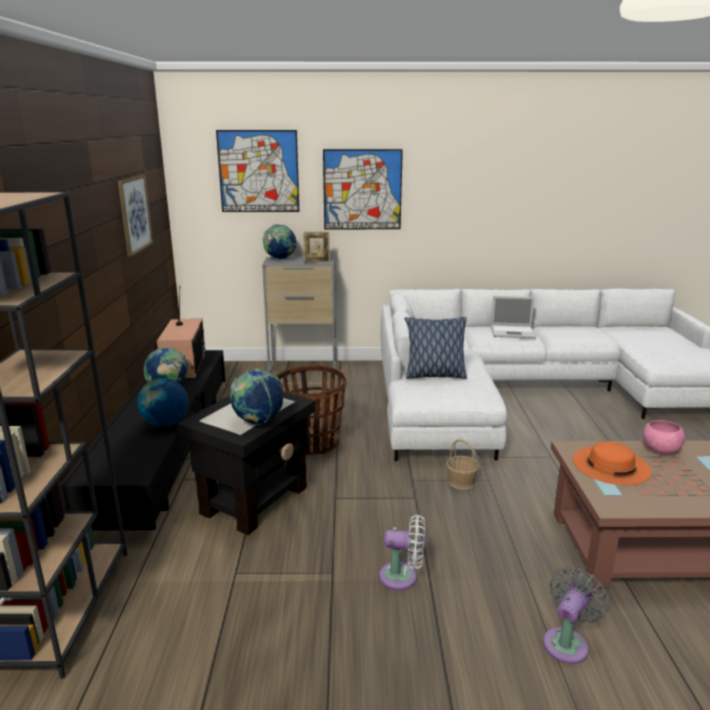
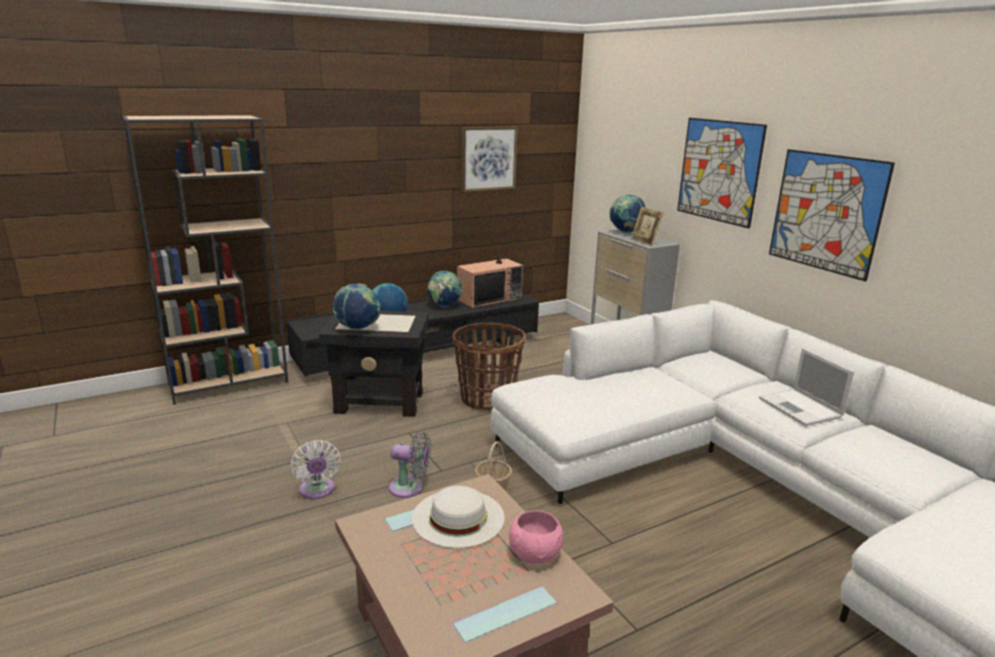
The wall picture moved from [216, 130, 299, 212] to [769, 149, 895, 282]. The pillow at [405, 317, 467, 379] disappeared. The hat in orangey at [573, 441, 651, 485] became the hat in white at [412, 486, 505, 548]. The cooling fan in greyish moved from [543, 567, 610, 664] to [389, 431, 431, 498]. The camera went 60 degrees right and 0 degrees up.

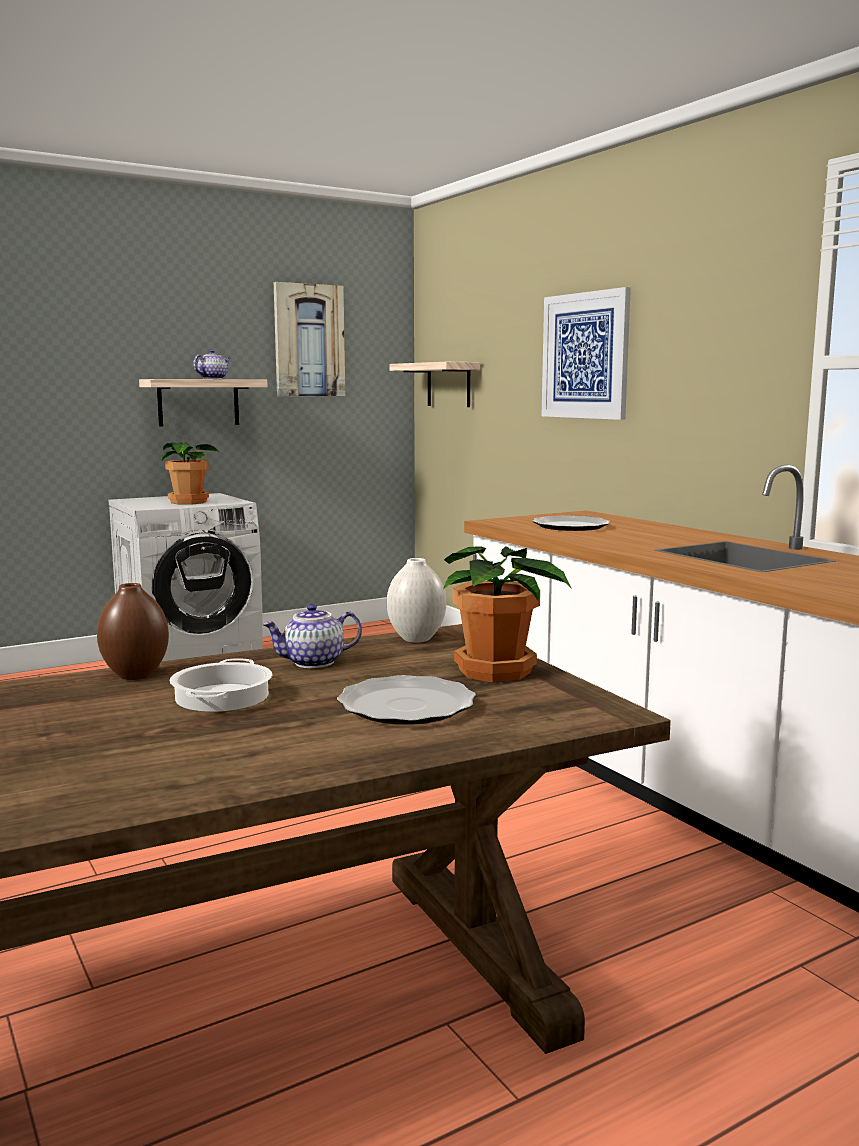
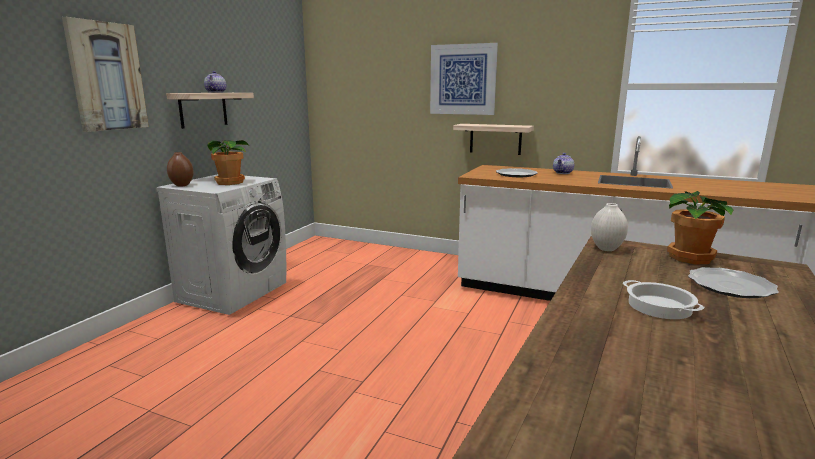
The wall picture moved from [274, 282, 345, 396] to [62, 17, 149, 132]. The bracket shelf moved from [390, 362, 480, 407] to [453, 124, 534, 155]. The decorative vase in brownish moved from [97, 583, 169, 680] to [167, 152, 194, 187]. The tea pot moved from [262, 604, 362, 668] to [553, 153, 574, 174]. The camera went 35 degrees left and 5 degrees up.

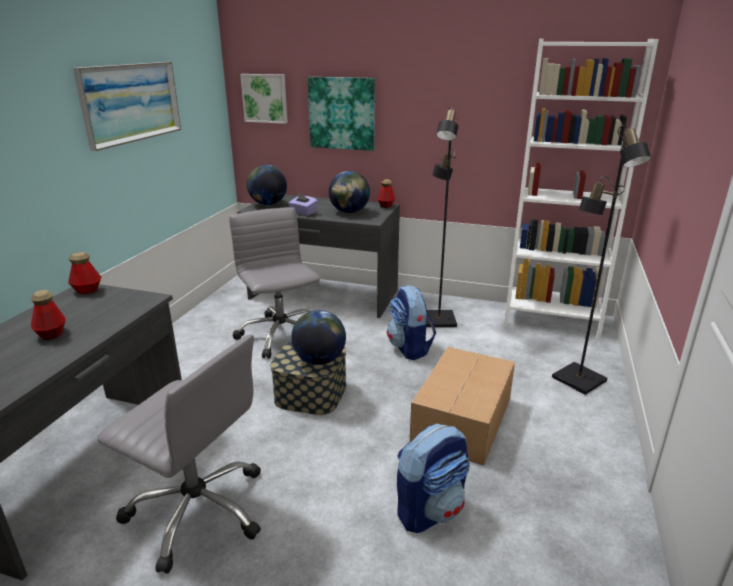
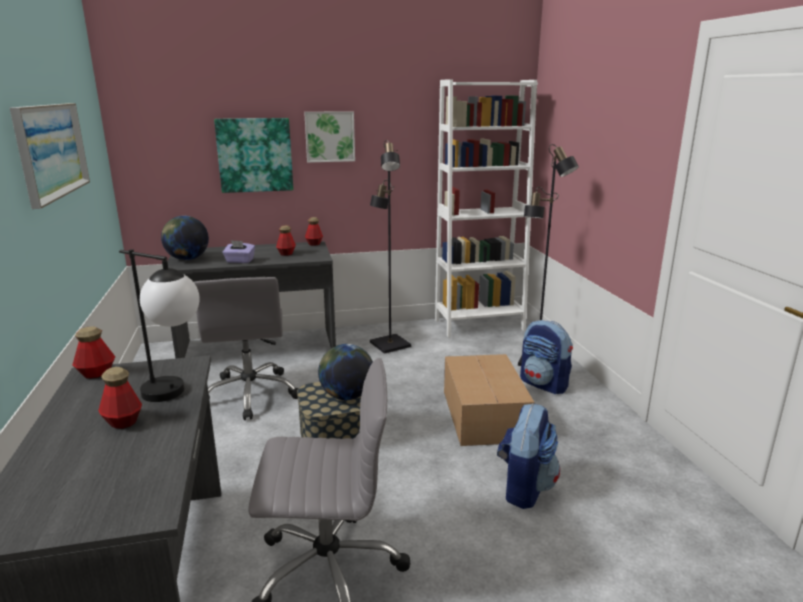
The wall picture moved from [240, 74, 288, 124] to [304, 111, 355, 163]. The desk globe at [329, 171, 370, 213] was replaced by the bottle at [276, 225, 296, 256]. The desk chair in greyish at [229, 207, 320, 359] turned 135 degrees counterclockwise. The knapsack moved from [387, 285, 436, 360] to [520, 320, 573, 394]. The tabletop lamp at [119, 249, 200, 402] appeared. The camera went 30 degrees left and 5 degrees down.

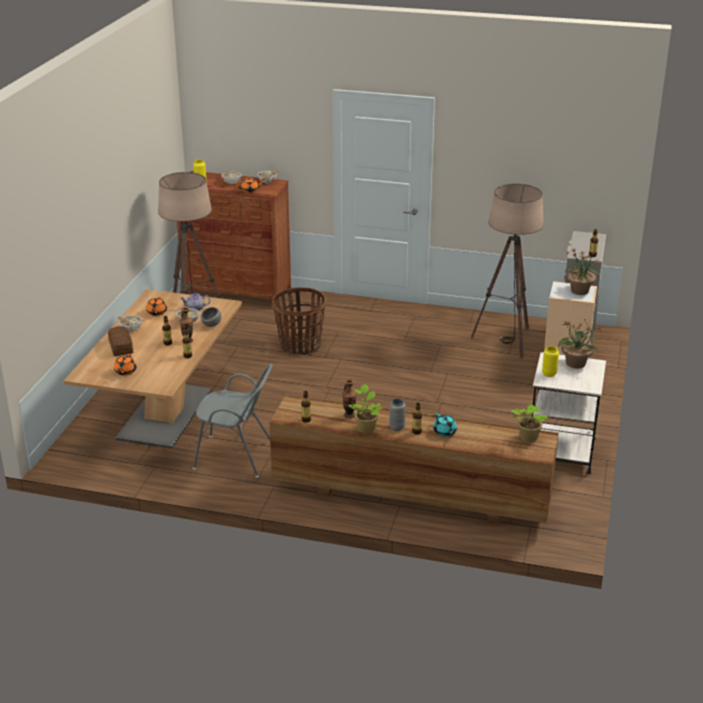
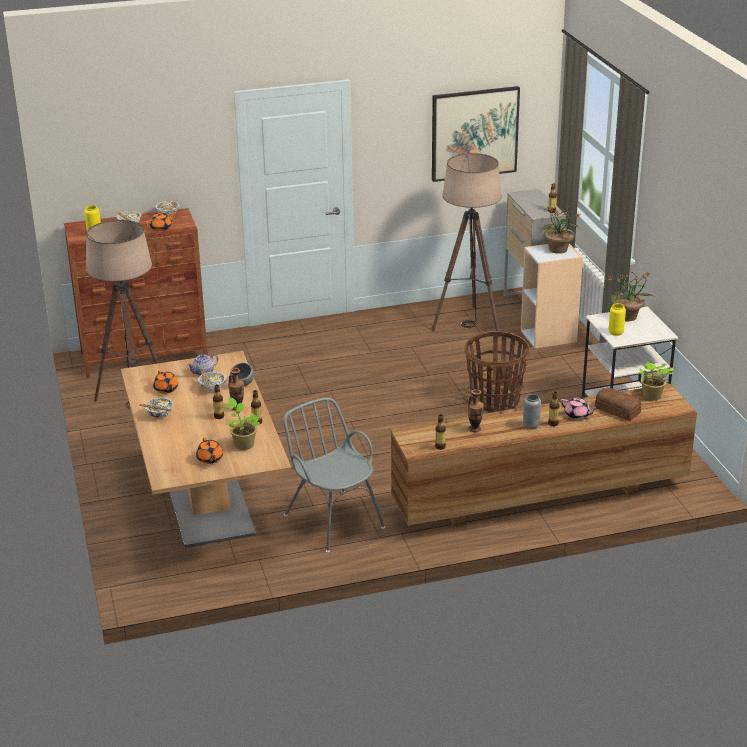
The household basket moved from [272, 287, 326, 355] to [465, 331, 529, 412]. The bread moved from [108, 326, 133, 356] to [595, 388, 641, 421]. The upright chair in greyish at [192, 364, 273, 478] turned 105 degrees counterclockwise. The potted plant moved from [349, 384, 382, 433] to [225, 397, 260, 450]. The tea pot in blue-green at [433, 413, 457, 436] became the tea pot in pinkish at [560, 397, 598, 420]. The wall picture at [432, 86, 520, 182] appeared. The camera went 30 degrees left and 0 degrees up.

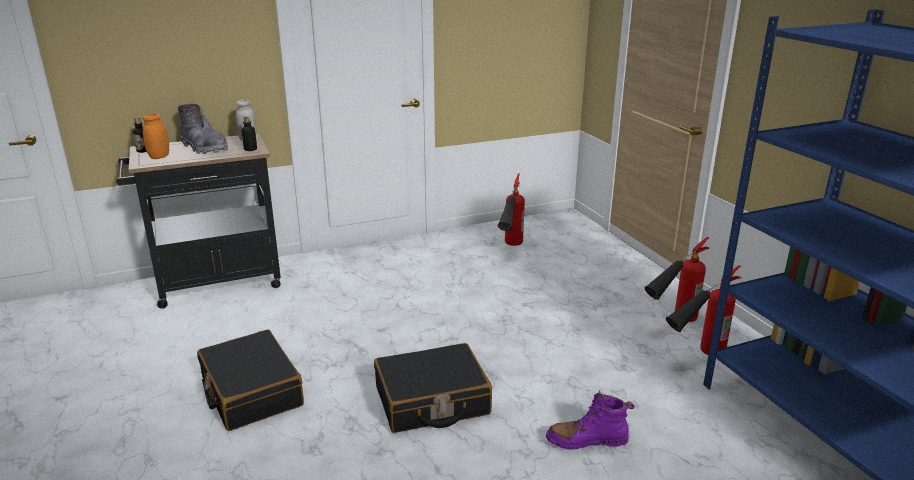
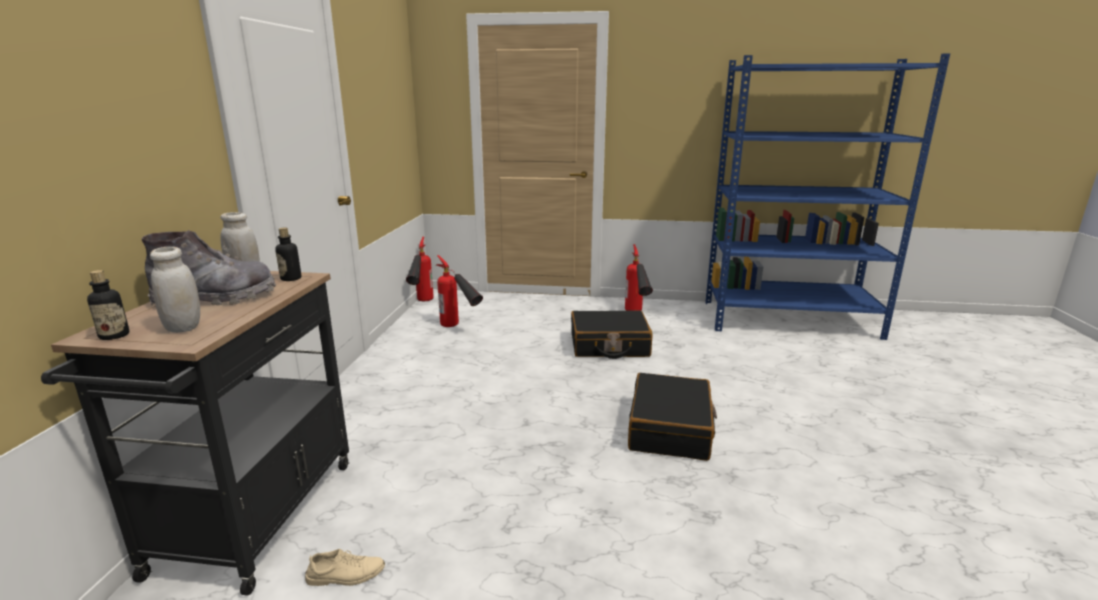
The jar in orangey at [143, 113, 169, 159] became the jar in white at [150, 247, 200, 333]. The extinguisher moved from [666, 265, 742, 355] to [406, 237, 434, 301]. The suitcase in blackish moved from [197, 329, 304, 431] to [571, 311, 653, 359]. The high-top boot in purple-coloured at [546, 391, 635, 450] disappeared. The item of footwear in sand-coloured at [305, 549, 385, 586] appeared. The camera went 60 degrees left and 5 degrees down.

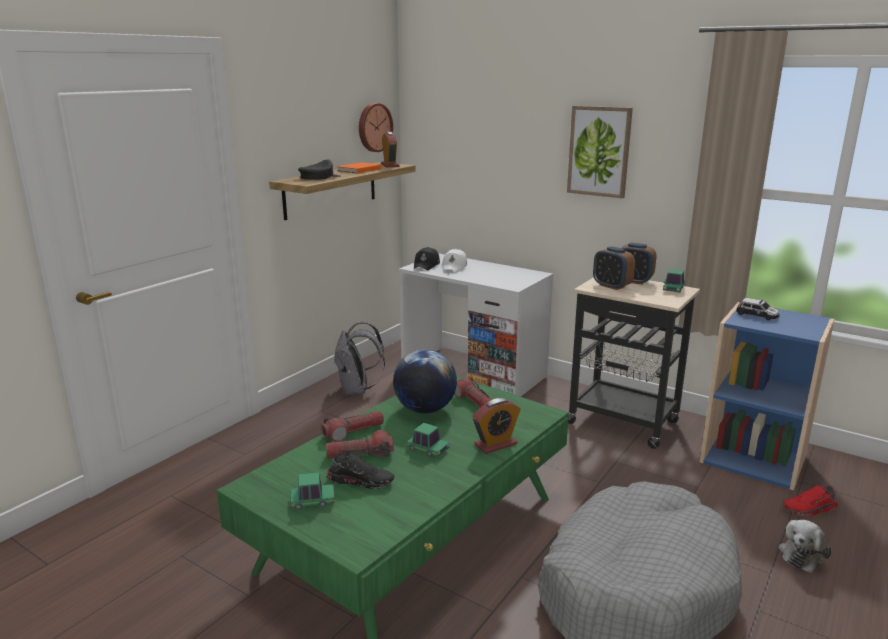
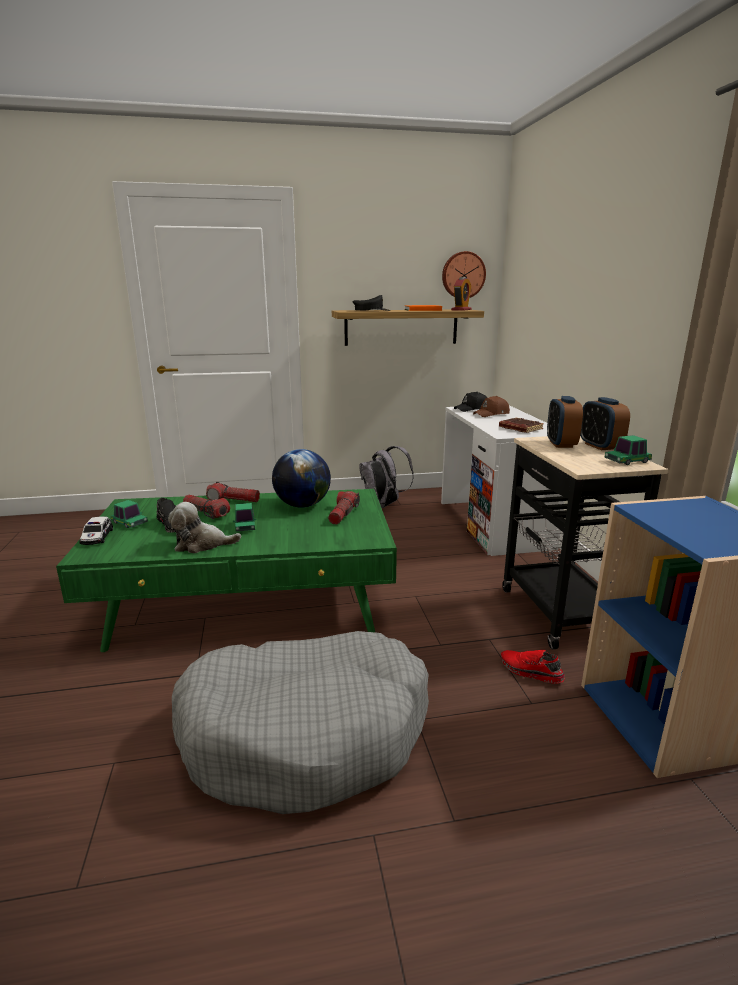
The wall picture at [567, 106, 633, 198] disappeared. The peaked cap in white at [442, 249, 467, 272] became the peaked cap in brownish at [473, 396, 510, 417]. The miniature car moved from [736, 298, 780, 320] to [79, 517, 113, 545]. The alarm clock at [473, 398, 521, 454] disappeared. The item of footwear in red moved from [783, 485, 839, 517] to [501, 650, 565, 684]. The plush toy moved from [779, 520, 832, 573] to [168, 502, 241, 553]. The bound book in brownish at [499, 418, 544, 433] appeared. The camera went 45 degrees right and 0 degrees up.

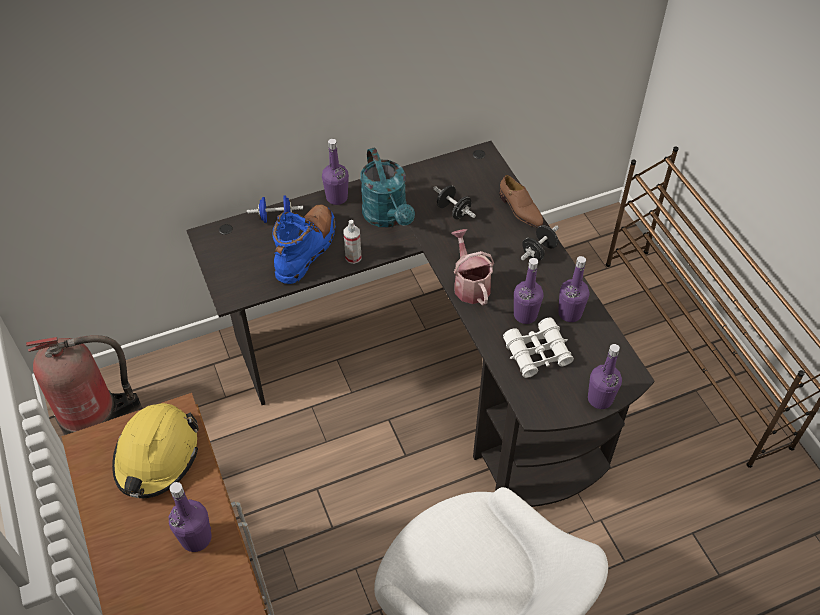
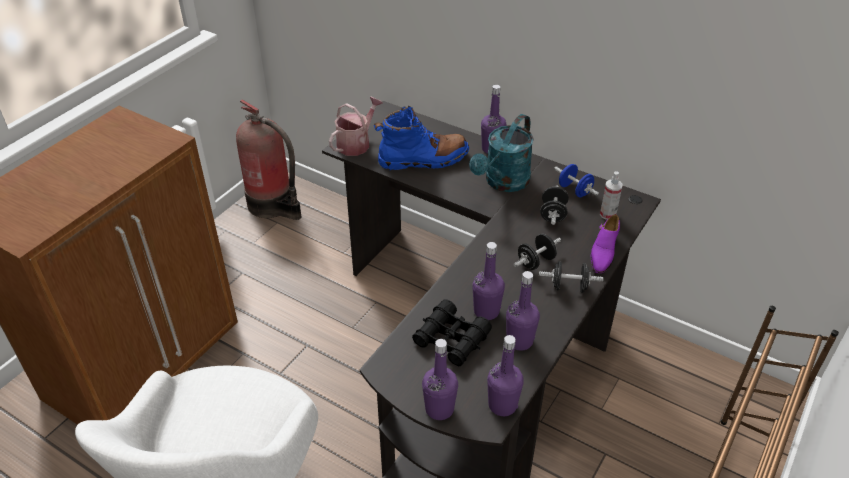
The item of footwear in brownish at [499, 175, 543, 227] became the item of footwear in purple-coloured at [591, 215, 620, 273]. The dumbbell in bluish moved from [247, 195, 303, 223] to [554, 164, 599, 197]. The hand sprayer moved from [344, 220, 361, 264] to [600, 171, 623, 220]. The sprinkling can moved from [451, 229, 494, 305] to [329, 97, 383, 156]. The pair of binoculars in white at [503, 317, 574, 378] became the pair of binoculars in blackish at [412, 299, 492, 366]. The hard hat in yellow at [112, 403, 199, 498] disappeared. The bottle in purple-coloured moved from [169, 482, 212, 552] to [487, 335, 524, 416]. The dumbbell in blackish at [514, 234, 561, 270] appeared. The camera went 55 degrees right and 10 degrees down.

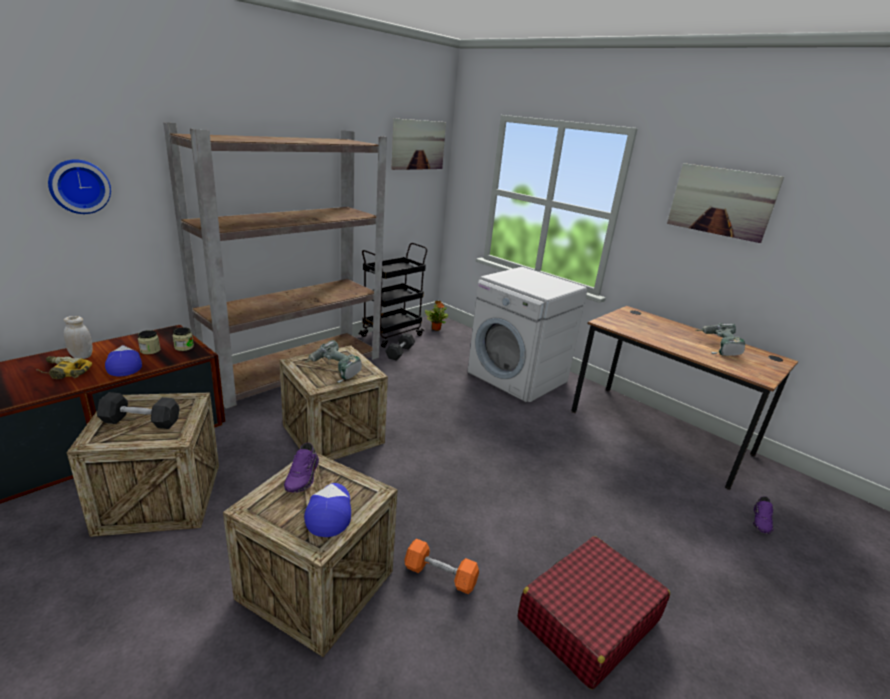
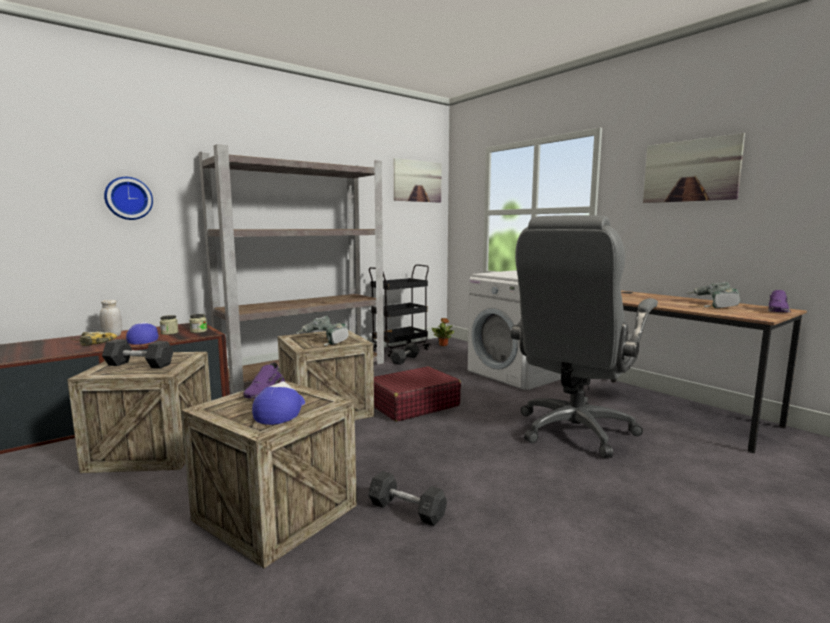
The item of footwear in purple-coloured moved from [753, 496, 774, 534] to [768, 290, 791, 312]. The suitcase in red moved from [518, 536, 670, 690] to [374, 366, 461, 422]. The dumbbell in orangey at [405, 538, 479, 594] became the dumbbell in greyish at [368, 471, 447, 526]. The desk chair in greyish at [510, 215, 658, 458] appeared. The camera went 10 degrees right and 15 degrees down.

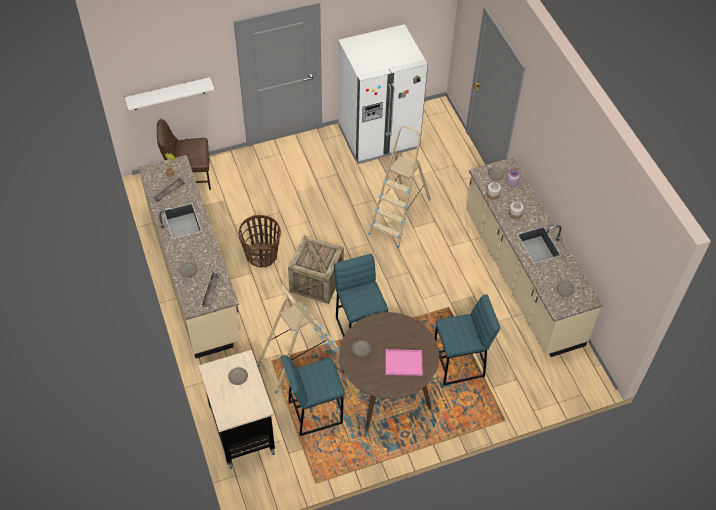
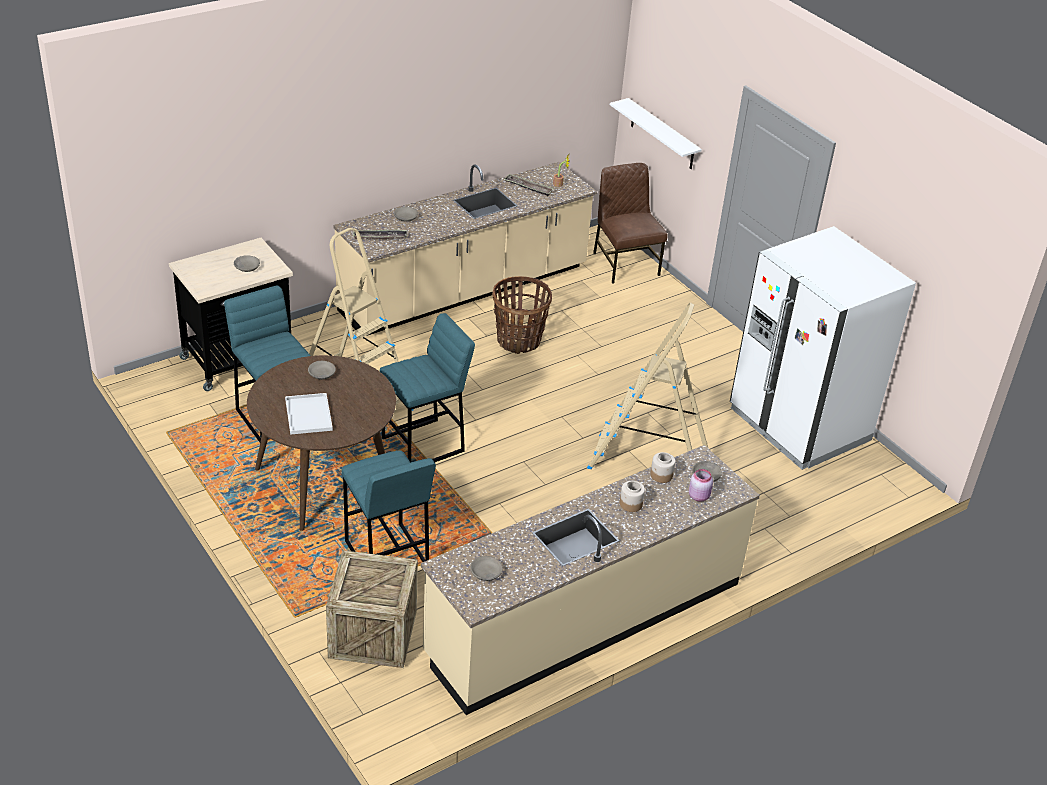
The packing crate moved from [288, 235, 344, 304] to [326, 550, 418, 668]. The tray in pinkish at [386, 349, 423, 376] became the tray in white at [285, 393, 333, 435]. The camera went 75 degrees right and 15 degrees down.

